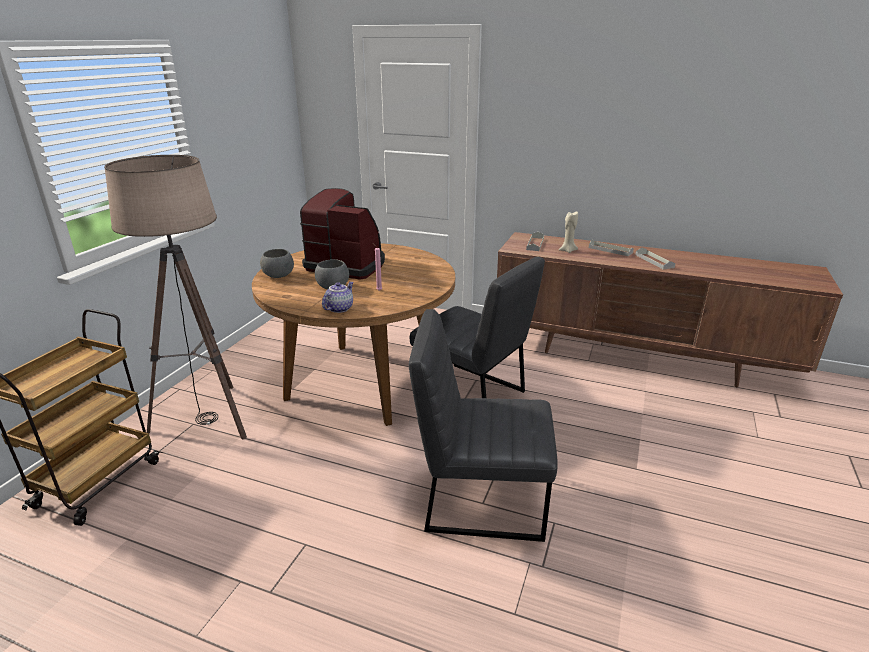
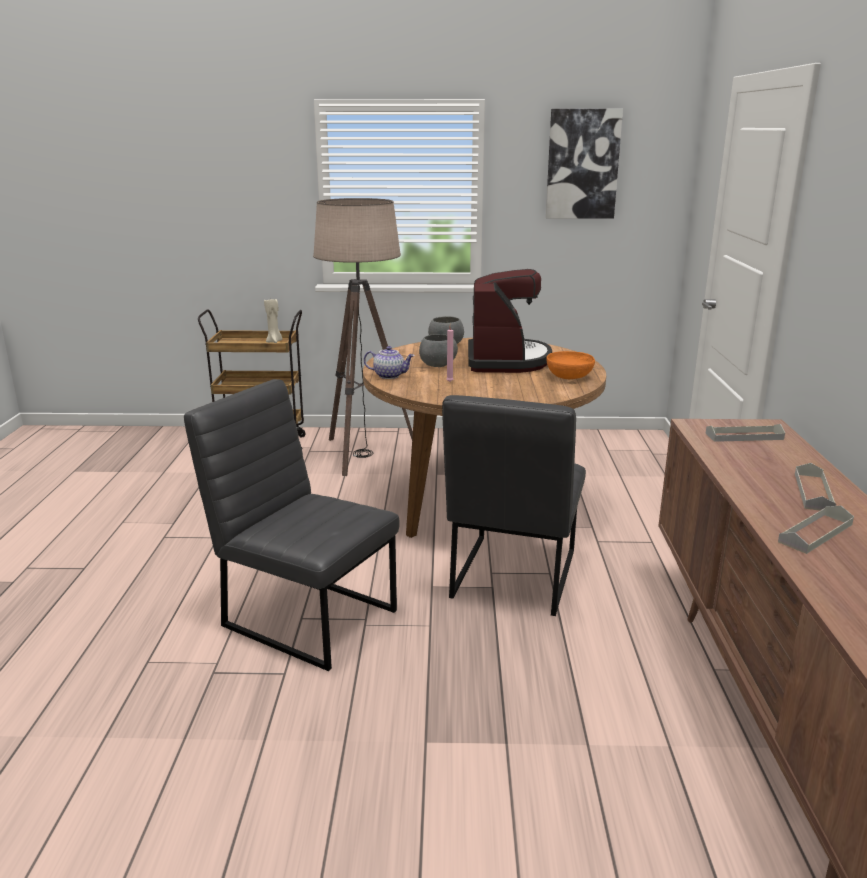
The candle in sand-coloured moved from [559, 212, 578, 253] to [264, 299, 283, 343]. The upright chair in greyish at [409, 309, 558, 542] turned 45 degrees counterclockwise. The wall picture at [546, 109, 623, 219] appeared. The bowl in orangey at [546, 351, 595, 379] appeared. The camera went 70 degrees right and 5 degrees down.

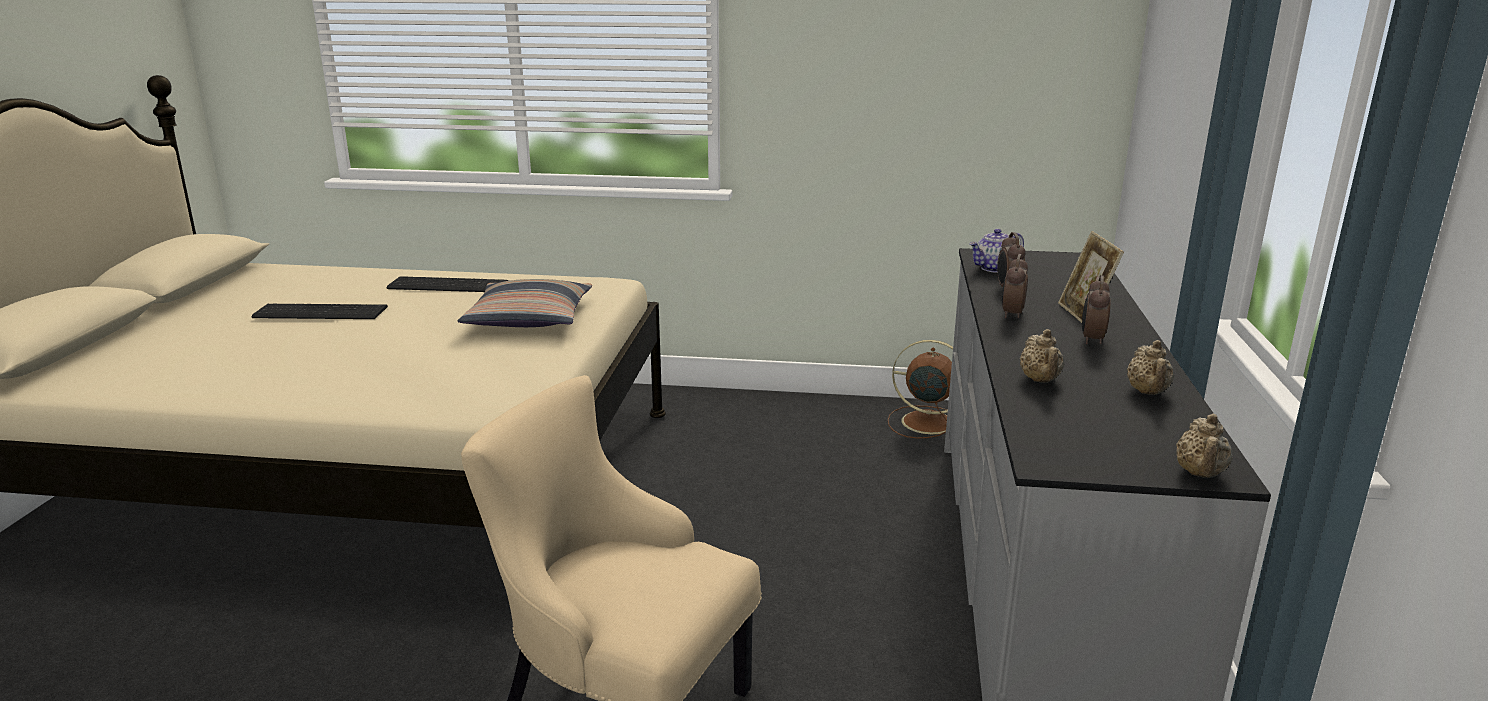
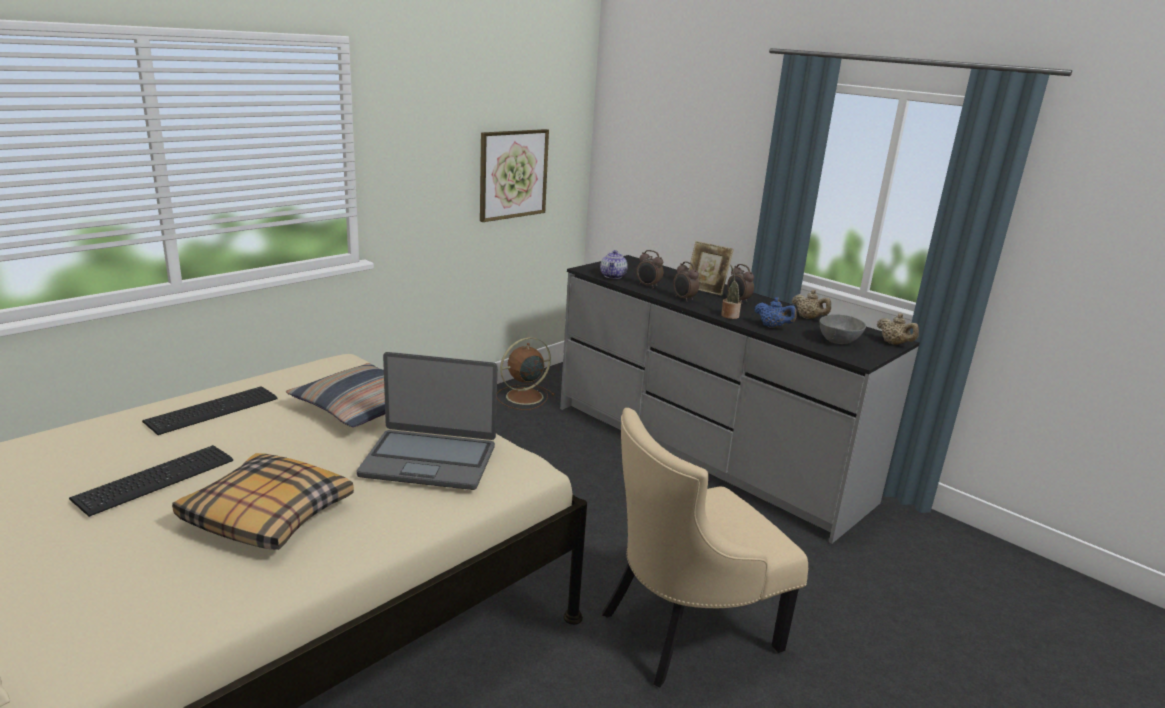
The tea pot in sand-coloured at [1020, 329, 1064, 383] became the tea pot in bluish at [754, 297, 797, 328]. The wall picture at [480, 129, 549, 222] appeared. The potted plant at [721, 265, 741, 319] appeared. The bowl in greyish at [819, 314, 866, 344] appeared. The notebook computer at [357, 352, 497, 490] appeared. The pillow at [172, 453, 354, 550] appeared. The camera went 55 degrees left and 0 degrees up.

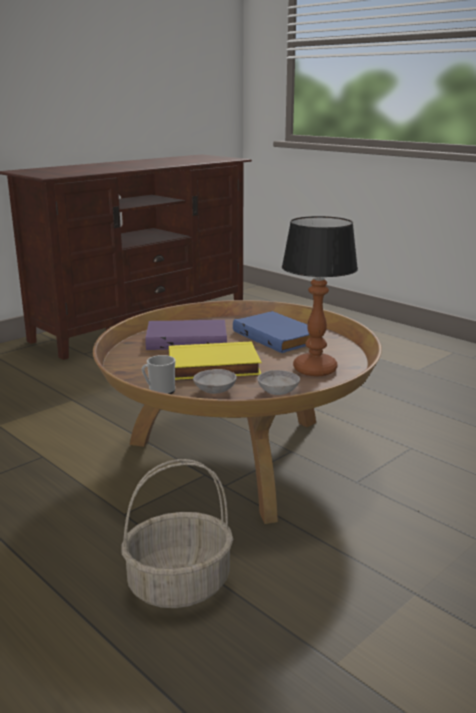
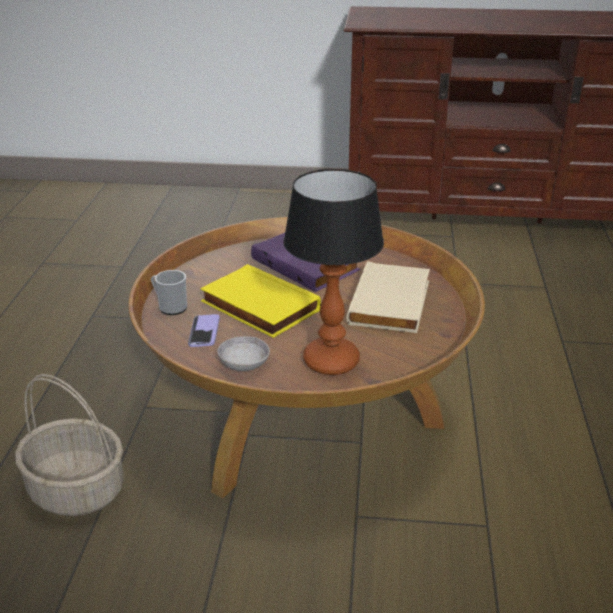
The bound book in bluish at [233, 311, 311, 353] became the bound book in sand-coloured at [347, 261, 430, 333]. The bowl in greyish at [193, 369, 237, 394] was replaced by the handset at [188, 314, 220, 347]. The camera went 50 degrees right and 10 degrees up.

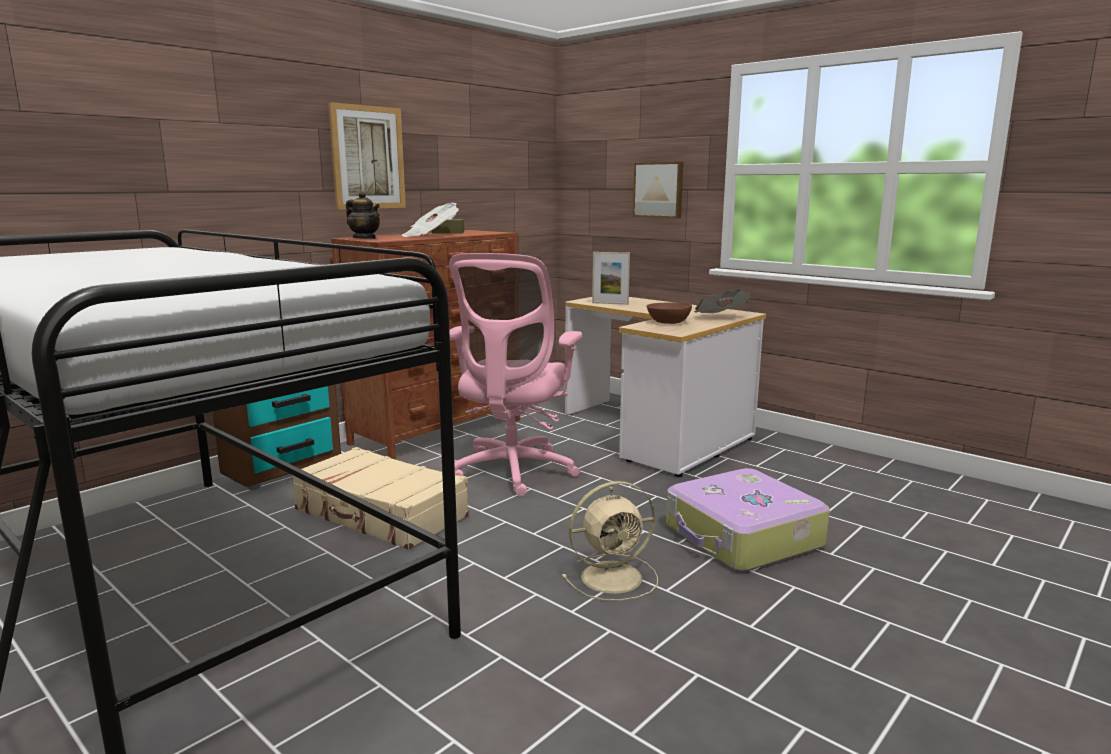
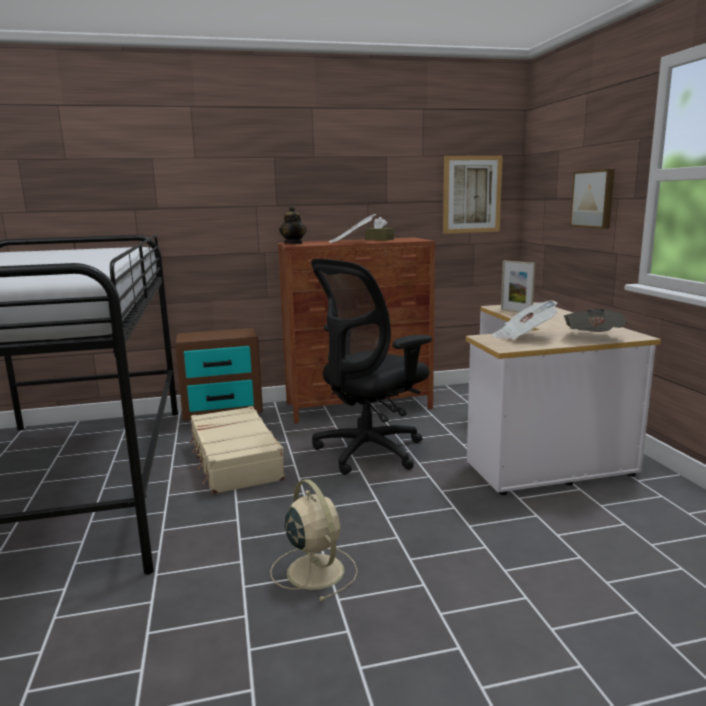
The wall picture moved from [328, 102, 406, 210] to [443, 155, 503, 234]. The desk chair in pinkish at [449, 253, 582, 496] became the desk chair in blackish at [311, 259, 432, 475]. The bowl in brownish at [646, 303, 692, 324] was replaced by the daily paper at [492, 301, 558, 339]. The suitcase at [666, 468, 830, 572] disappeared. The cooling fan in sand-coloured at [562, 481, 658, 601] turned 135 degrees counterclockwise. The camera went 35 degrees right and 0 degrees up.

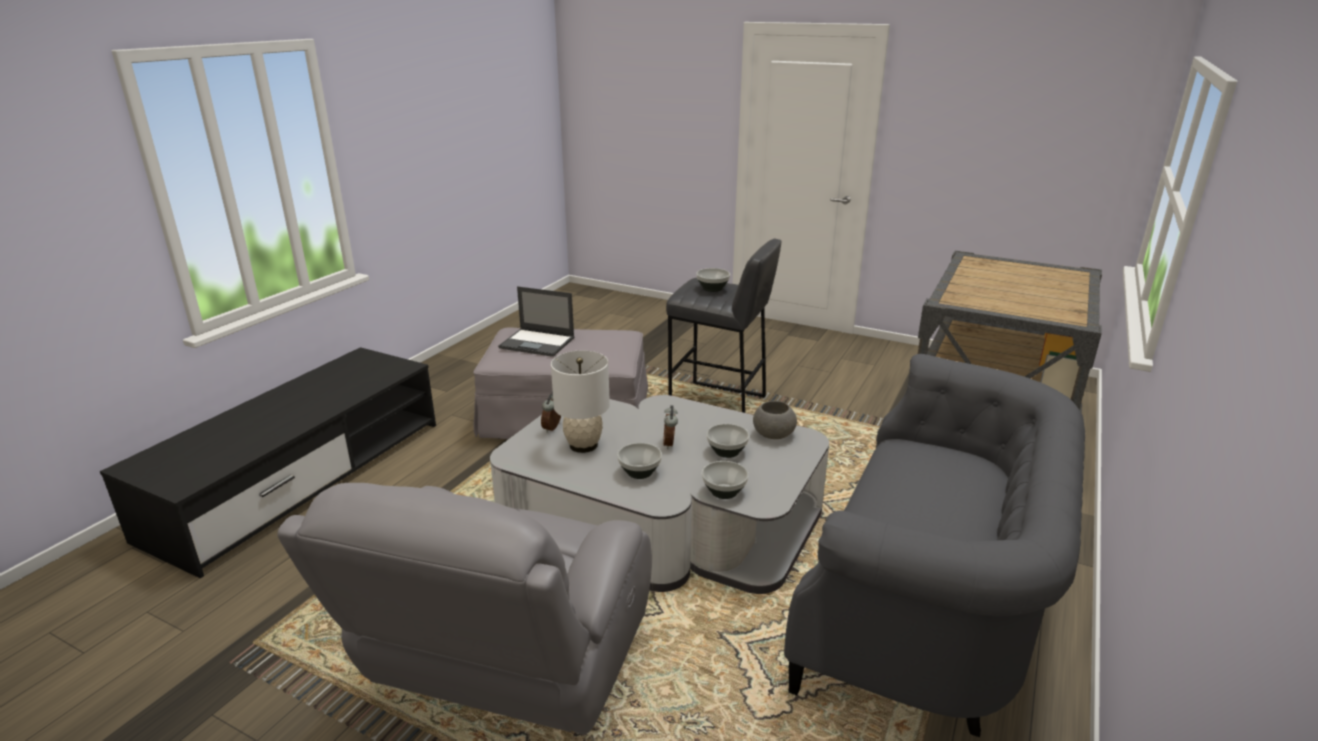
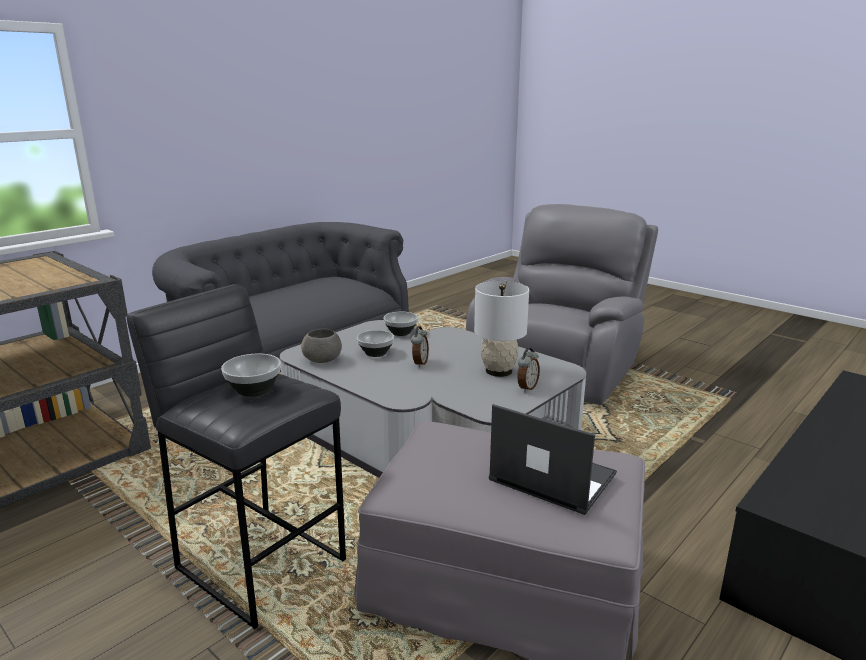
The bowl at [617, 443, 662, 479] disappeared. The camera went 165 degrees left and 5 degrees down.

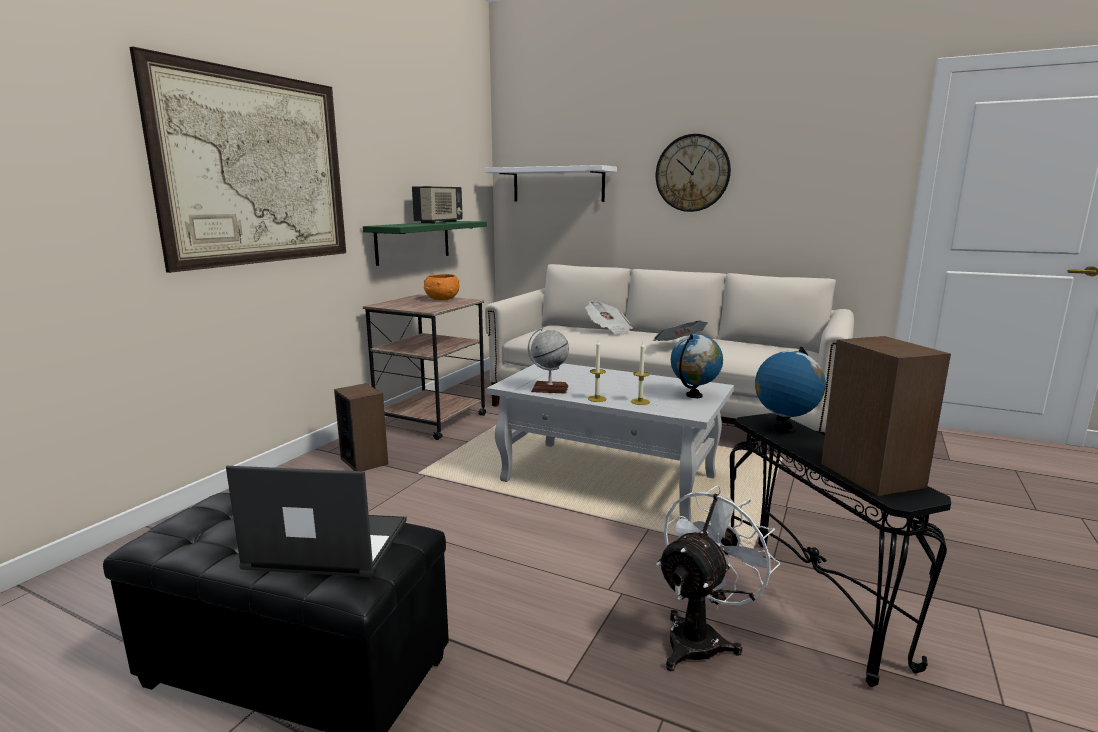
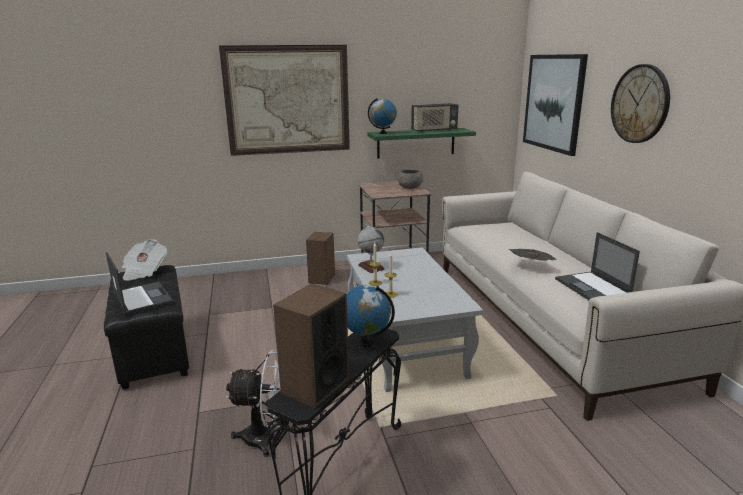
The bracket shelf in white at [485, 165, 617, 202] was replaced by the wall picture at [523, 54, 588, 156]. The bowl in orangey at [424, 274, 459, 300] became the bowl in greyish at [397, 169, 424, 189]. The daily paper moved from [585, 301, 633, 335] to [122, 239, 167, 281]. The desk globe moved from [671, 334, 723, 398] to [368, 98, 397, 134]. The notebook computer at [555, 232, 640, 300] appeared. The camera went 50 degrees right and 5 degrees up.

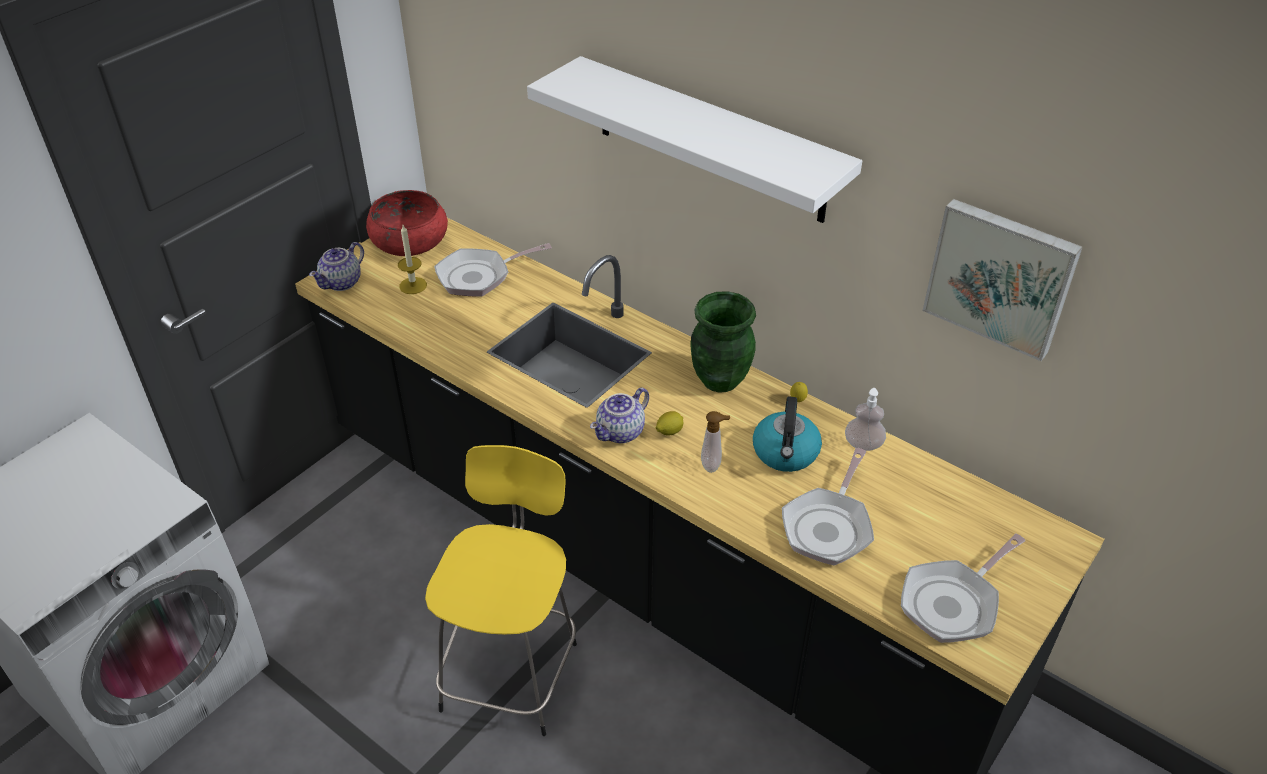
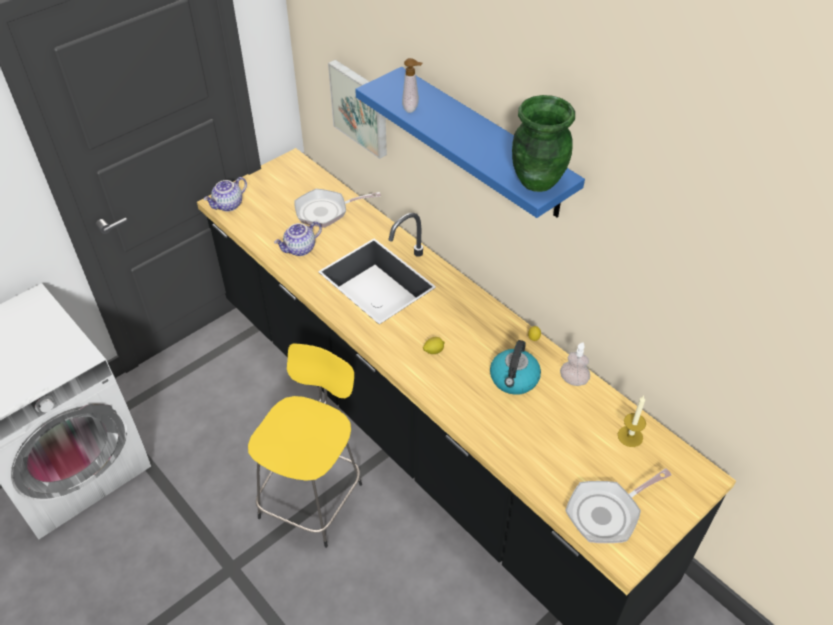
The bracket shelf in white at [527, 56, 862, 223] became the bracket shelf in bluish at [355, 67, 585, 218]. The bowl in red at [366, 190, 448, 256] disappeared. The wall picture moved from [923, 199, 1083, 361] to [328, 59, 387, 159]. The candle moved from [398, 225, 427, 294] to [618, 396, 646, 447]. The decorative vase in greenish moved from [690, 291, 756, 392] to [512, 95, 575, 192]. The tea pot moved from [590, 388, 649, 443] to [274, 221, 322, 256]. The liquid soap bottle moved from [701, 411, 730, 473] to [402, 58, 422, 113]. The frying pan at [782, 448, 874, 566] disappeared. The camera went 10 degrees right and 5 degrees up.

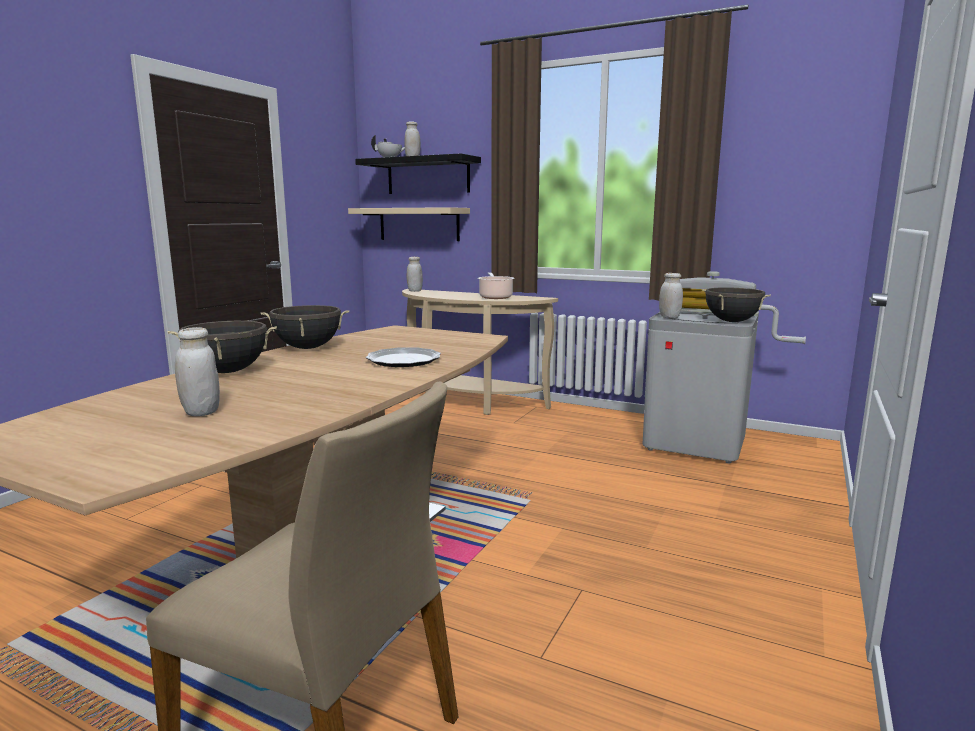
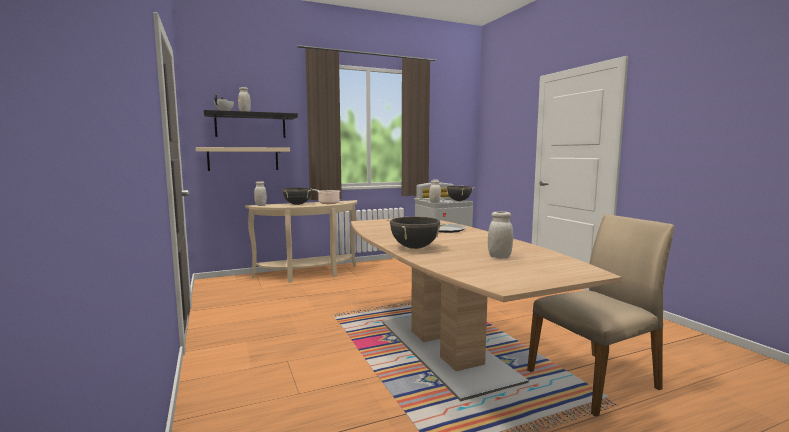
The stockpot in blackish moved from [261, 305, 349, 349] to [282, 188, 312, 205]. The camera went 50 degrees left and 5 degrees down.

